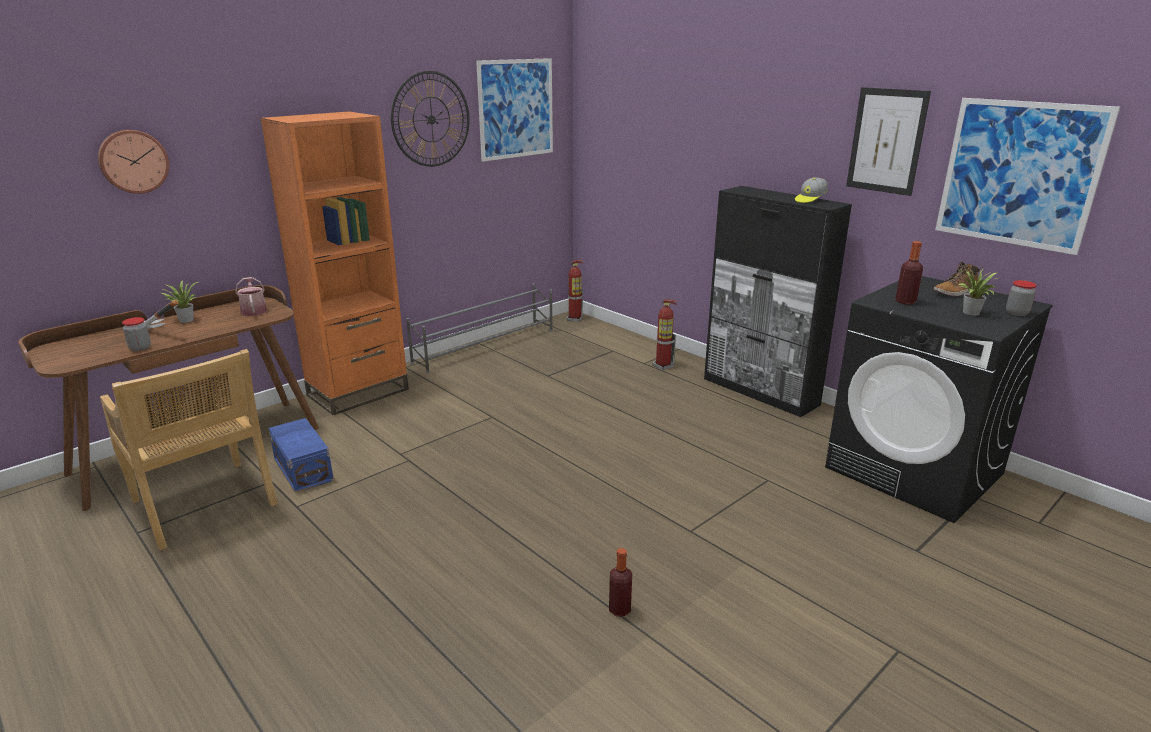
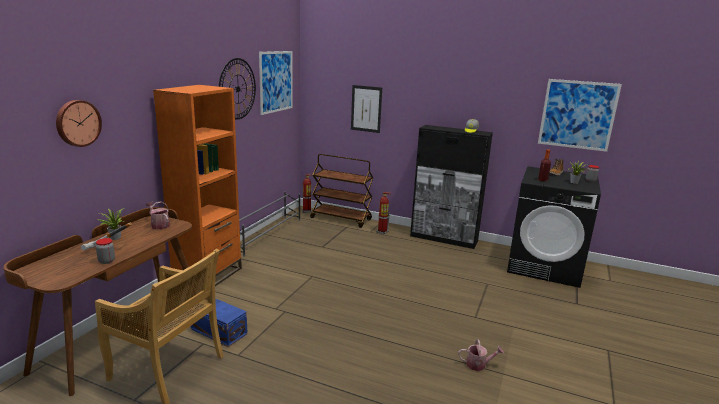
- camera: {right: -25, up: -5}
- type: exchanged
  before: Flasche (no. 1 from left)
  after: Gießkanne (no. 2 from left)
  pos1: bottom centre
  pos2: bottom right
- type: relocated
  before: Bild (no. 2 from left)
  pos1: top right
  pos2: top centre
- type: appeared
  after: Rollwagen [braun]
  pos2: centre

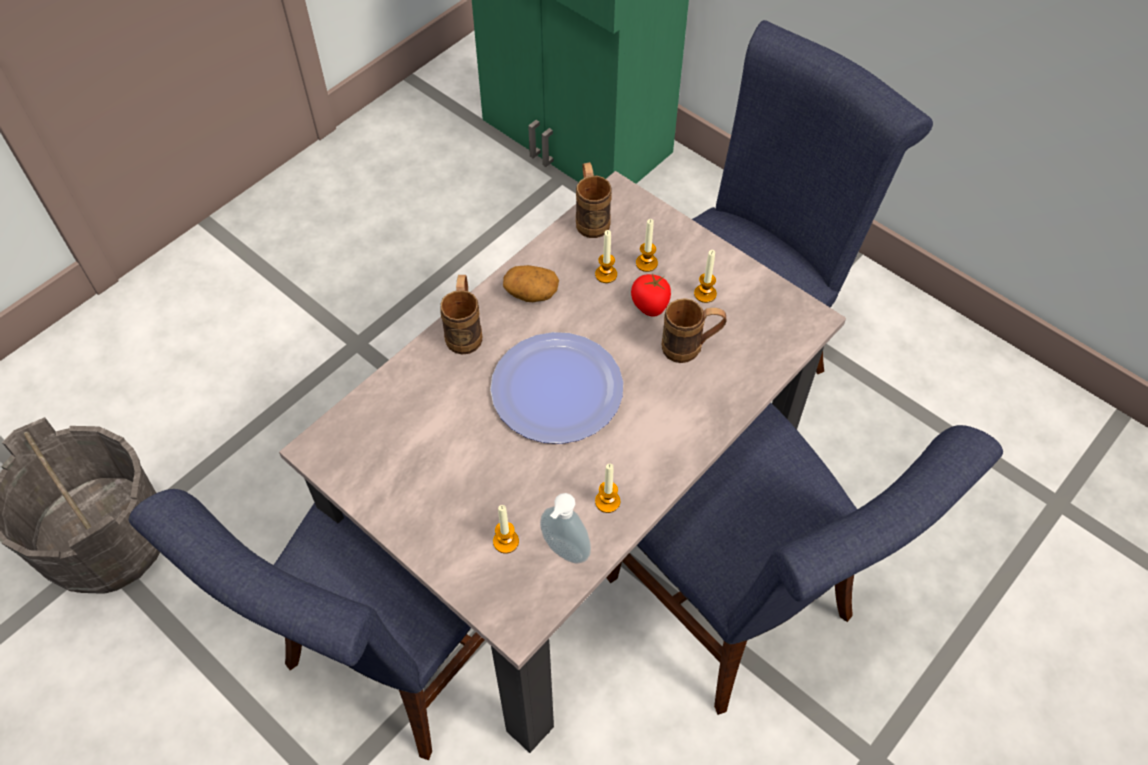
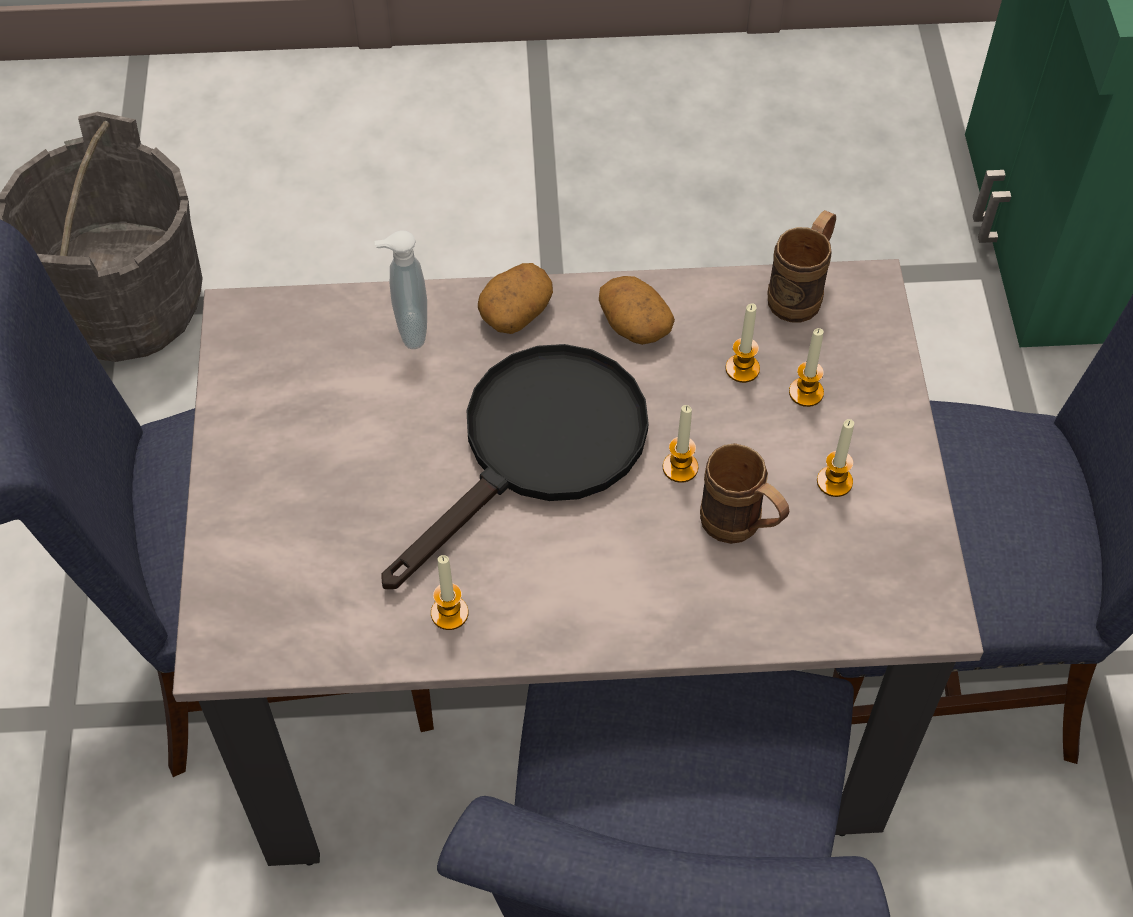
- camera: {right: 45, up: 0}
- type: exchanged
  before: Henkelbecher [braun] (no. 1 from left)
  after: Kartoffel (no. 1 from left)
  pos1: centre
  pos2: top centre
- type: exchanged
  before: Teller
  after: Pfanne [schwarz]
  pos1: centre
  pos2: centre
- type: relocated
  before: Kerze (no. 1 from left in the first image)
  after: Kerze (no. 2 from left)
  pos1: bottom centre
  pos2: centre
- type: relocated
  before: Seifenspender
  pos1: bottom centre
  pos2: top centre
- type: missing
  before: Tomate
  pos1: centre

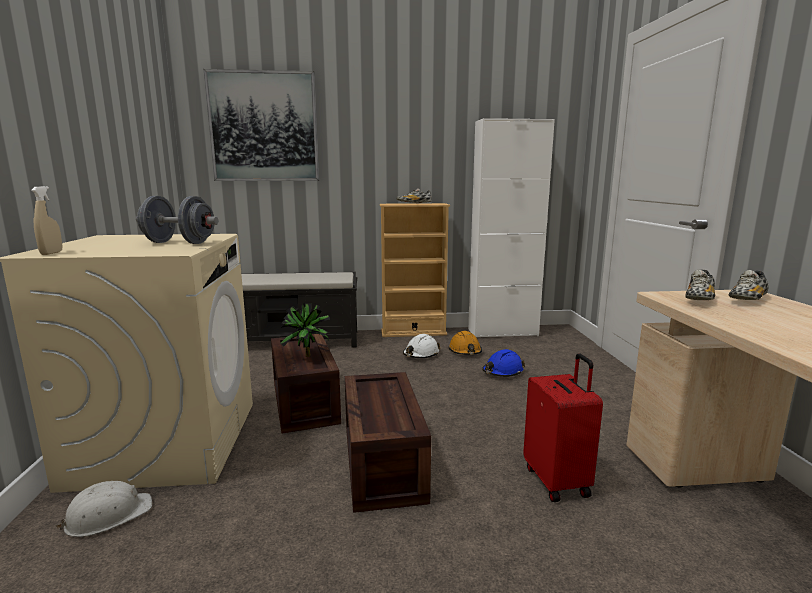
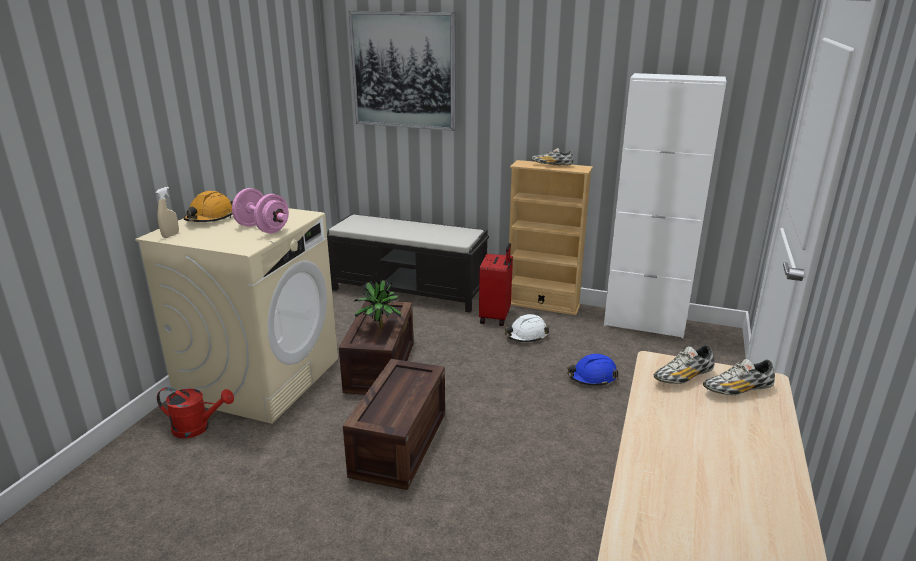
- camera: {right: 25, up: 10}
- type: exchanged
  before: Schutzhelm [weiß] (no. 1 from left)
  after: Gießkanne [rot]
  pos1: bottom left
  pos2: bottom left
- type: colour
  before: Hantel [grau]
  after: Hantel [rosa]
  pos1: middle left
  pos2: middle left
- type: relocated
  before: Schutzhelm [orange]
  pos1: centre
  pos2: middle left
- type: relocated
  before: Koffer [rot]
  pos1: bottom right
  pos2: centre

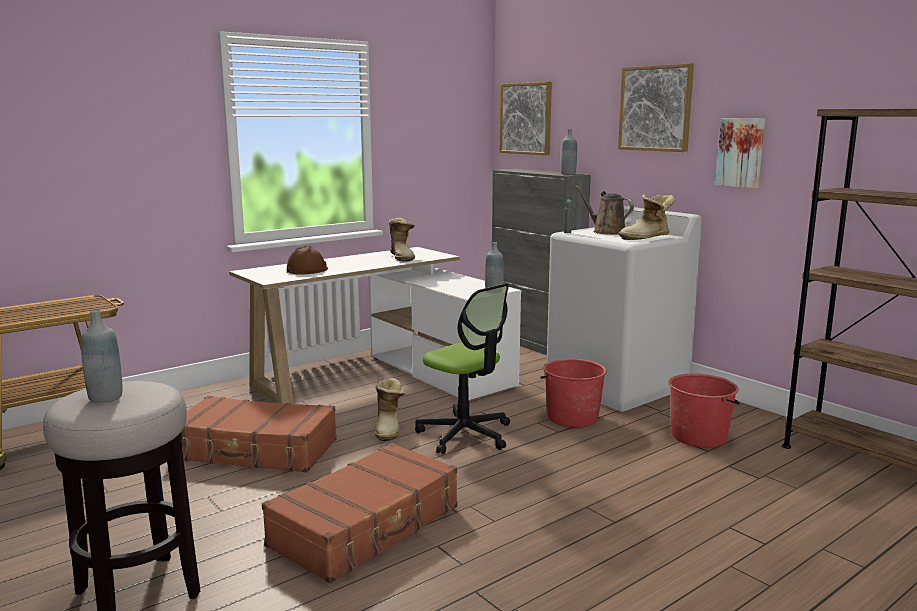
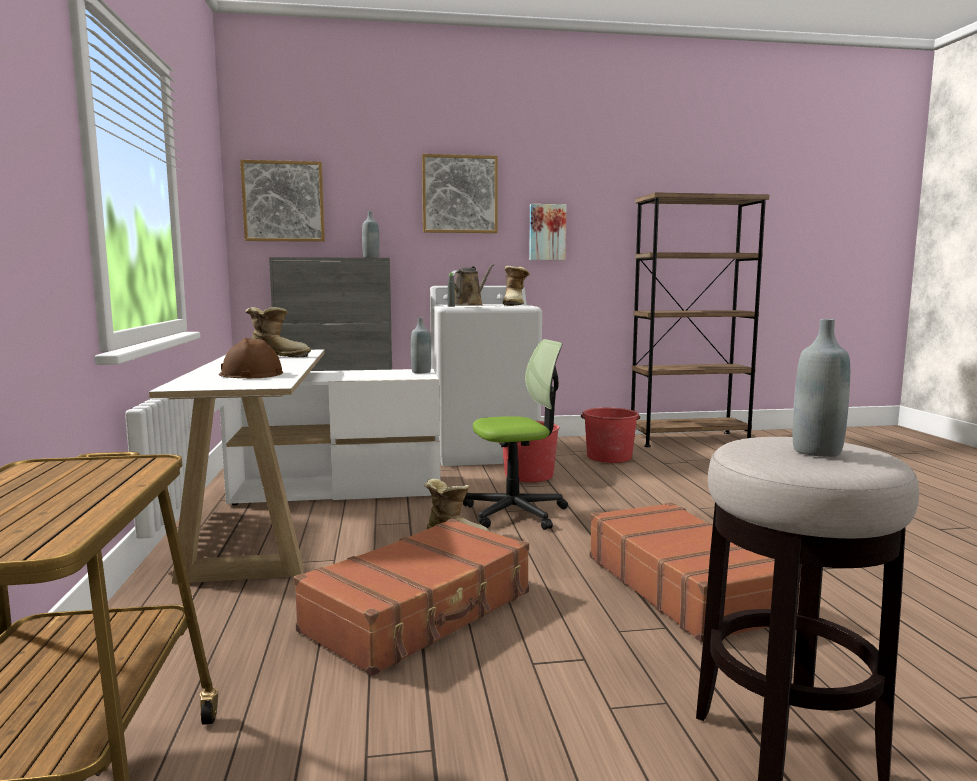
- camera: {right: -60, up: -5}
- type: spun
  before: Gießkanne [braun]
  pos1: centre
  pos2: centre
  turn: 135

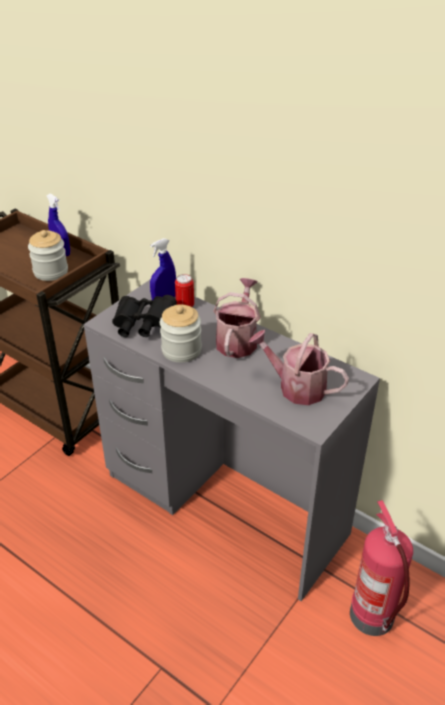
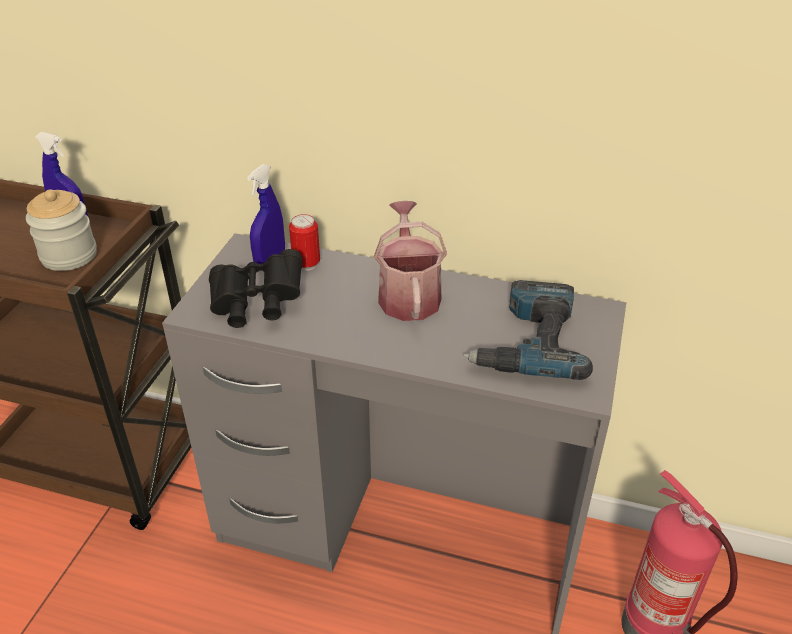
- camera: {right: -20, up: 0}
- type: missing
  before: Vorratsglas (no. 2 from left)
  pos1: centre
- type: exchanged
  before: Gießkanne (no. 2 from left)
  after: Bohrmaschine
  pos1: middle right
  pos2: middle right

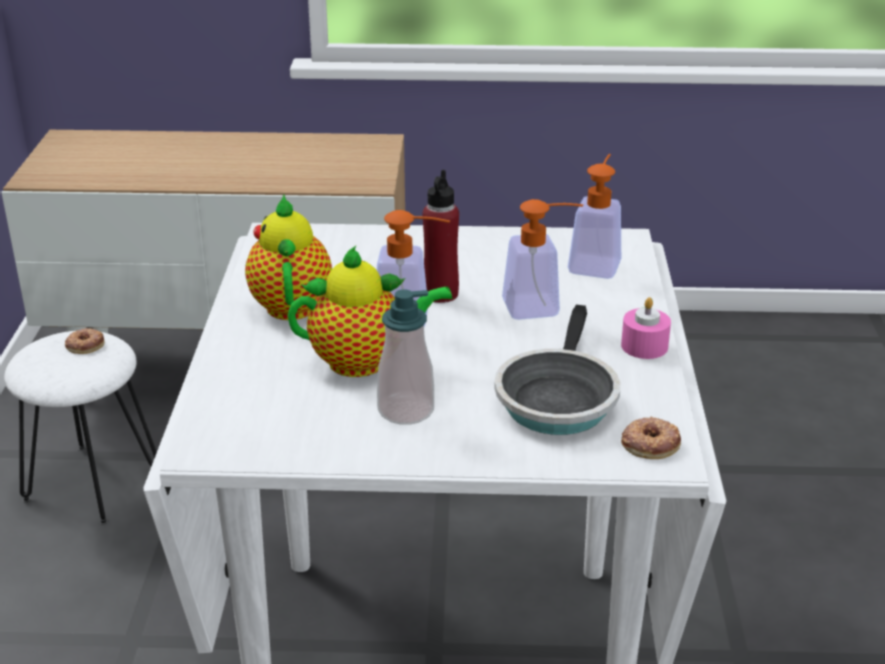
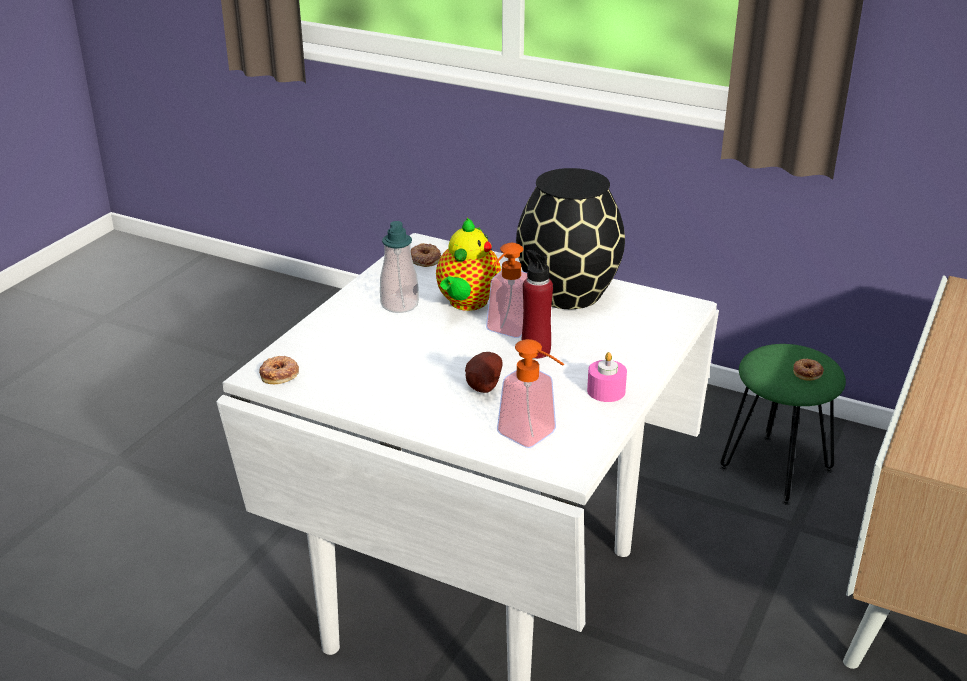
- camera: {right: 115, up: 0}
- type: colour
  before: Hocker [weiß]
  after: Hocker [grün]
  pos1: middle left
  pos2: middle right
- type: exchanged
  before: Teekanne (no. 1 from left)
  after: Vase [schwarz]
  pos1: middle left
  pos2: centre
- type: missing
  before: Pfanne
  pos1: centre
- type: exchanged
  before: Seifenspender (no. 3 from left)
  after: Kartoffel
  pos1: centre
  pos2: centre
- type: relocated
  before: Kerze [rosa]
  pos1: middle right
  pos2: centre
- type: appeared
  after: Donut (no. 2 from left)
  pos2: centre

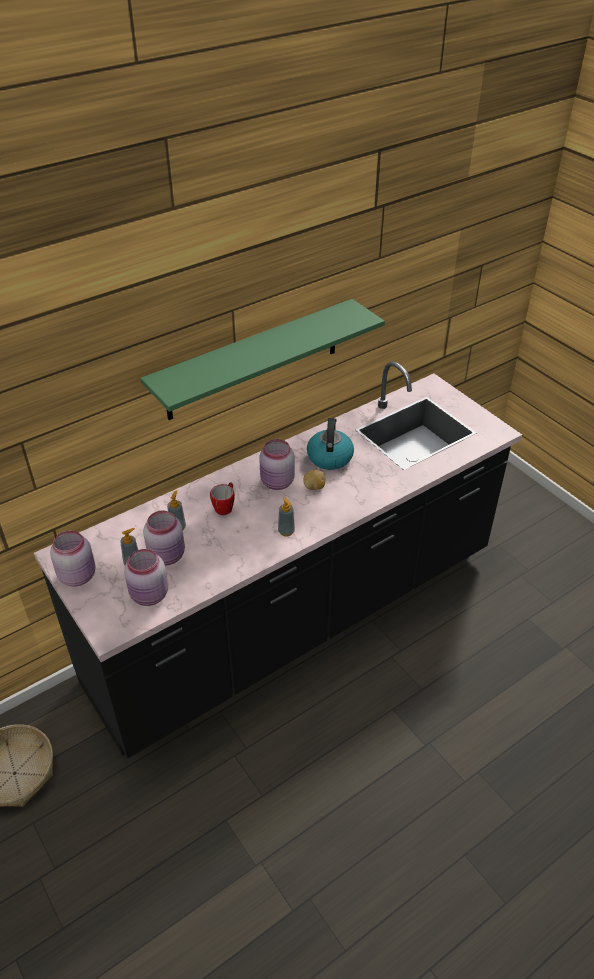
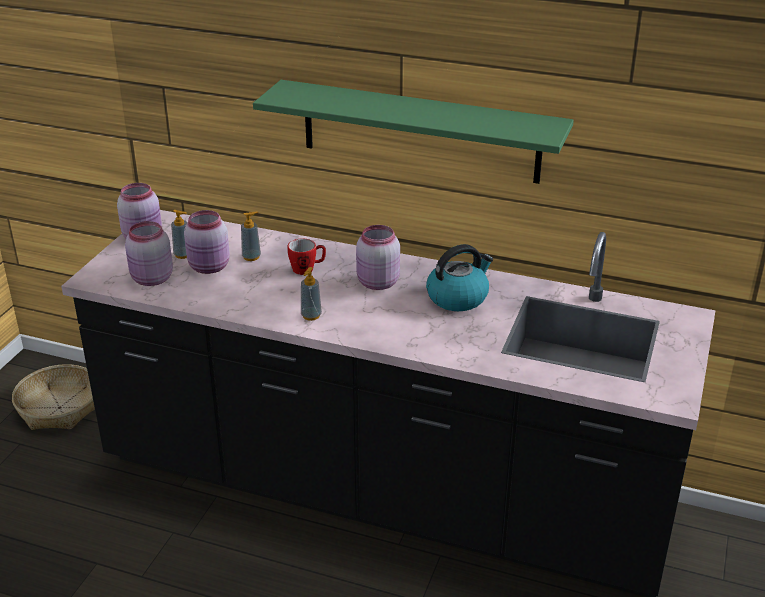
- camera: {right: 55, up: -10}
- type: missing
  before: Kartoffel
  pos1: centre

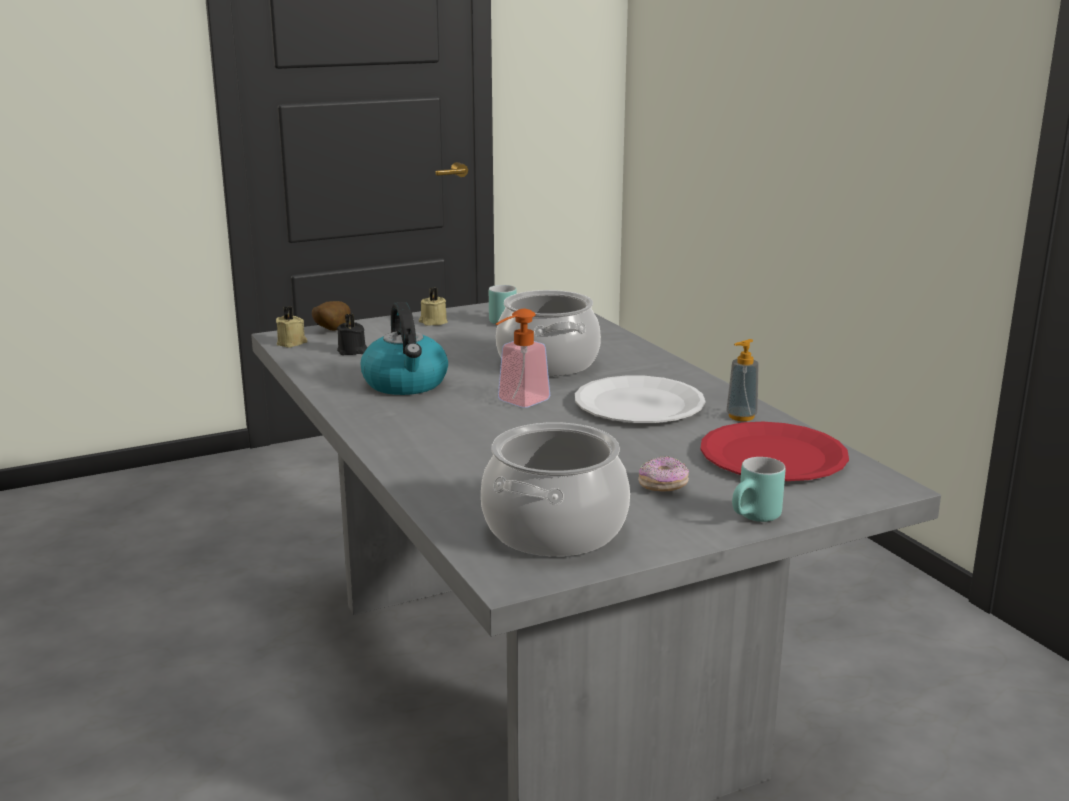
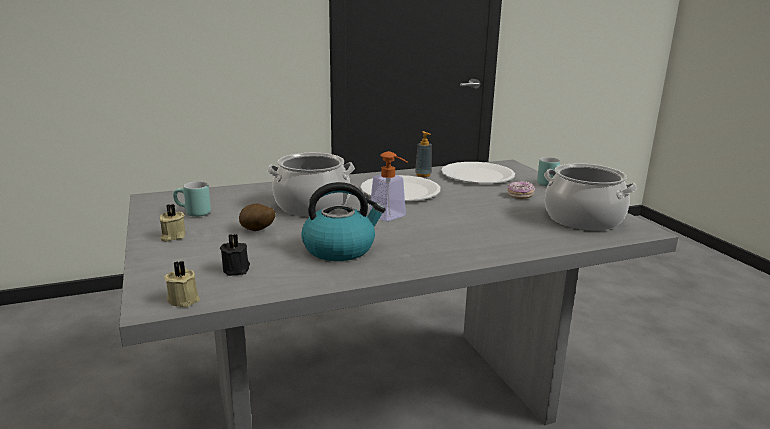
- camera: {right: -85, up: 0}
- type: relocated
  before: Kartoffel
  pos1: middle left
  pos2: centre
- type: colour
  before: Teller [rot]
  after: Teller [weiß] (no. 2 from left)
  pos1: middle right
  pos2: centre

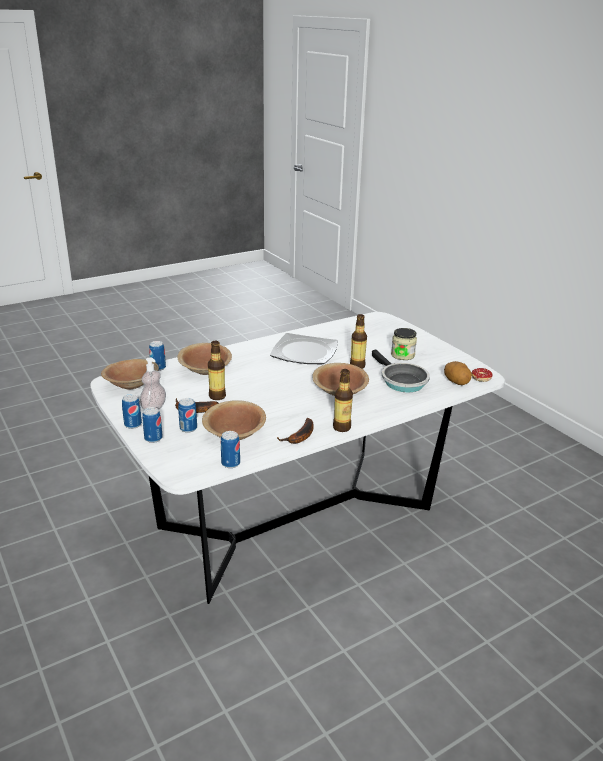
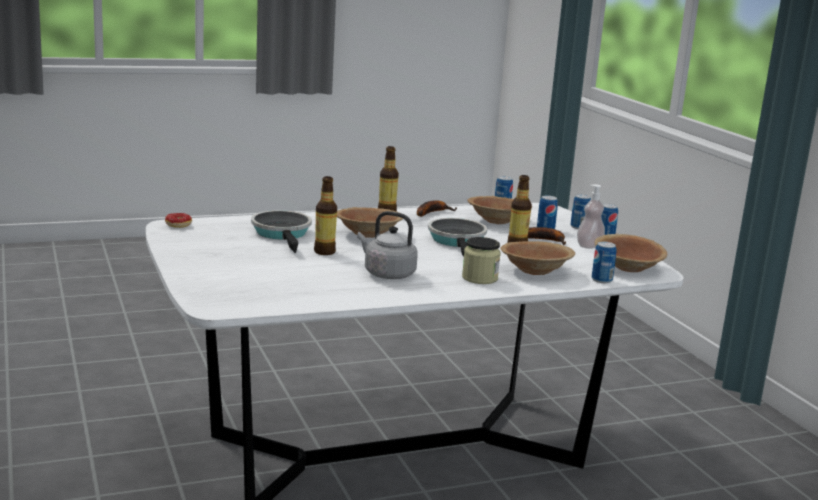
- camera: {right: -170, up: -10}
- type: exchanged
  before: Teller
  after: Wasserkessel [grau]
  pos1: centre
  pos2: centre
- type: relocated
  before: Vorratsglas
  pos1: middle right
  pos2: centre
- type: missing
  before: Kartoffel
  pos1: middle right
- type: appeared
  after: Pfanne (no. 2 from left)
  pos2: centre

